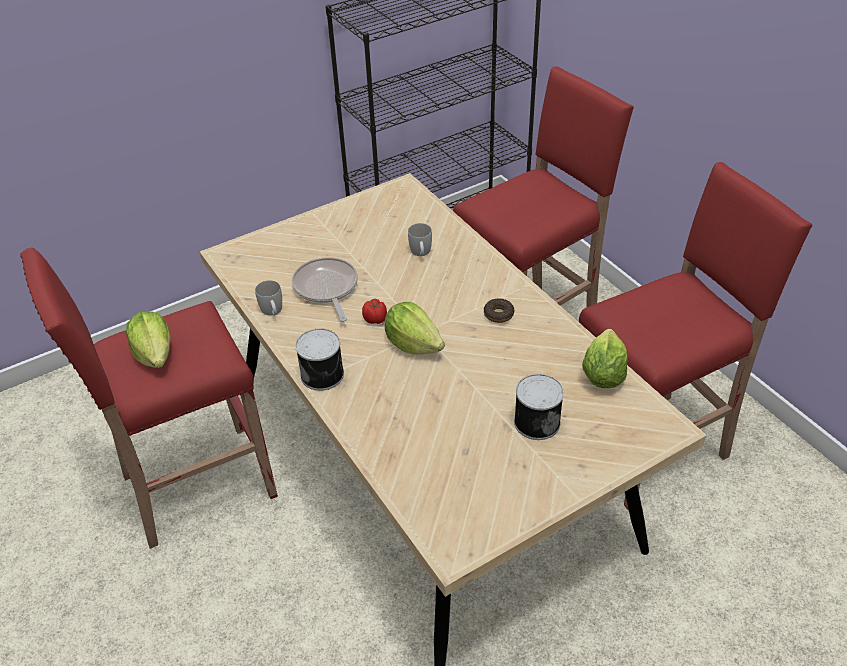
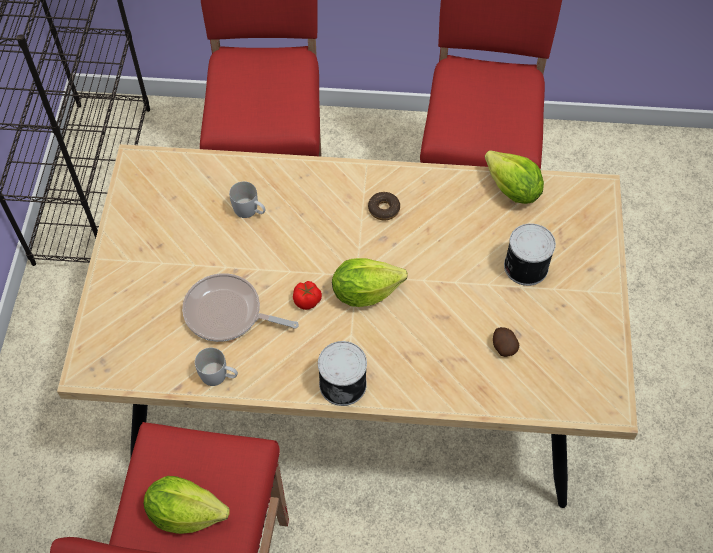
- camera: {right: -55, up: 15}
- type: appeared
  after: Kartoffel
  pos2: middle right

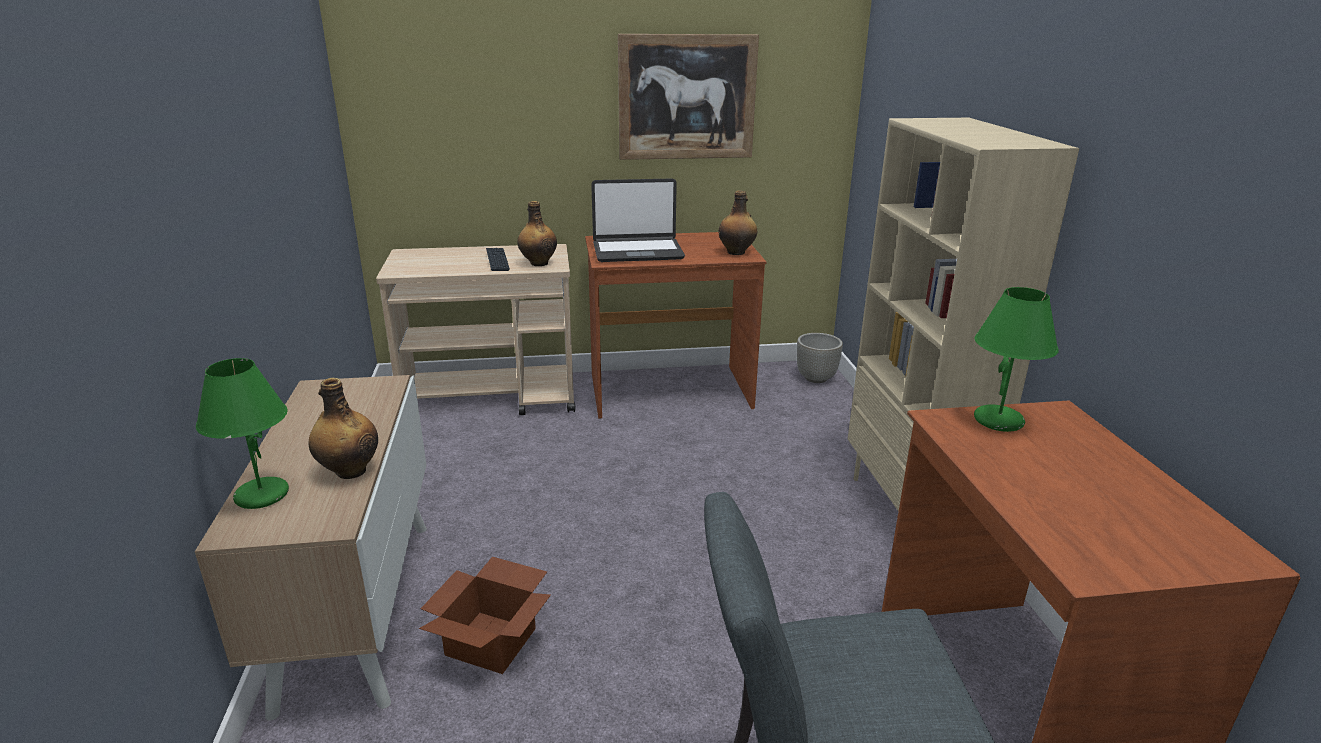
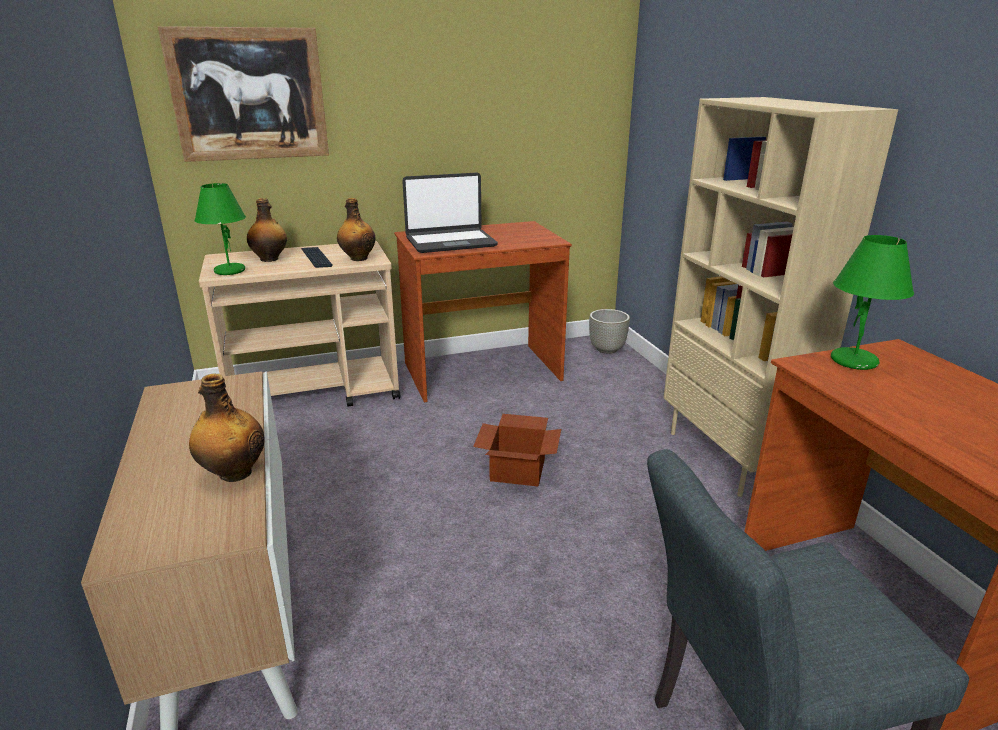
- camera: {right: -10, up: 0}
- type: relocated
  before: Tischlampe [grün] (no. 1 from left)
  pos1: middle left
  pos2: top left
- type: relocated
  before: Karton
  pos1: bottom centre
  pos2: centre
- type: relocated
  before: Bild
  pos1: top centre
  pos2: top left
- type: relocated
  before: Flasche (no. 3 from left in the first image)
  after: Flasche (no. 2 from left)
  pos1: top centre
  pos2: top left

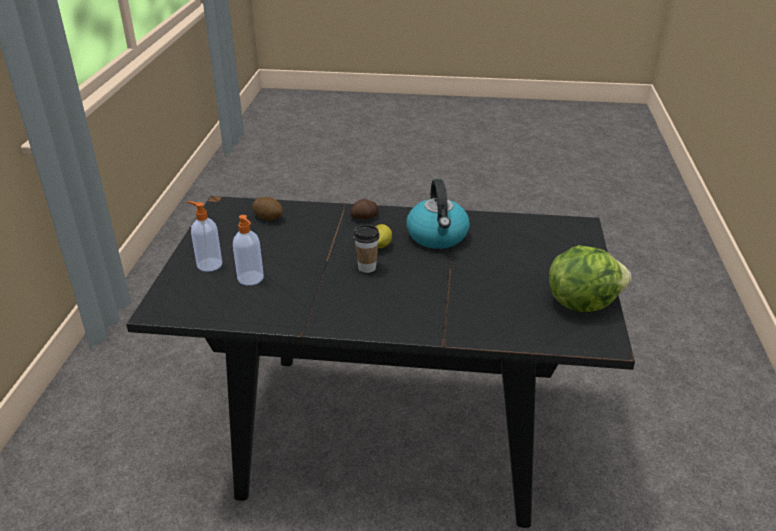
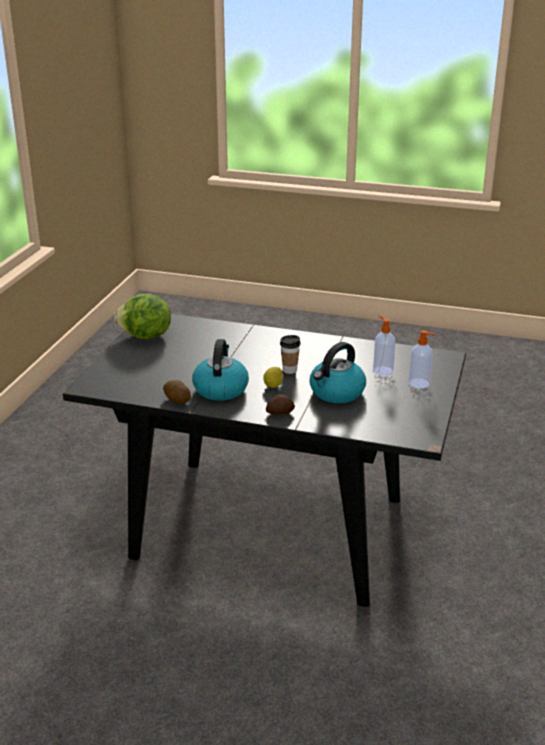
- camera: {right: -170, up: -5}
- type: relocated
  before: Kartoffel (no. 1 from left)
  pos1: centre
  pos2: middle left
- type: appeared
  after: Wasserkessel (no. 2 from left)
  pos2: centre

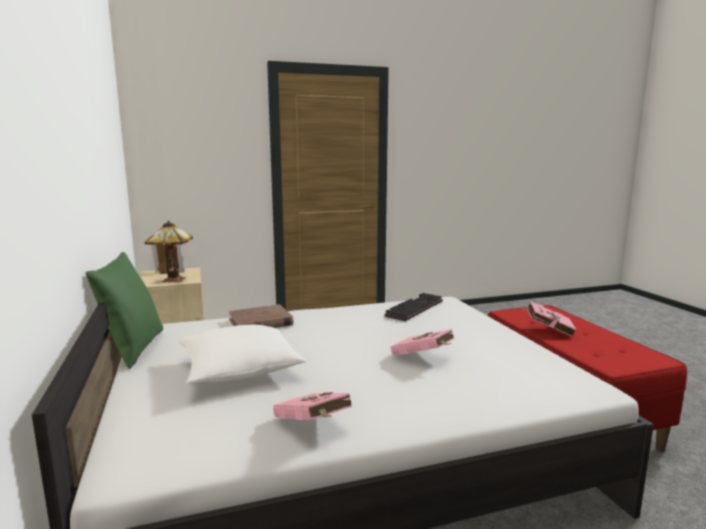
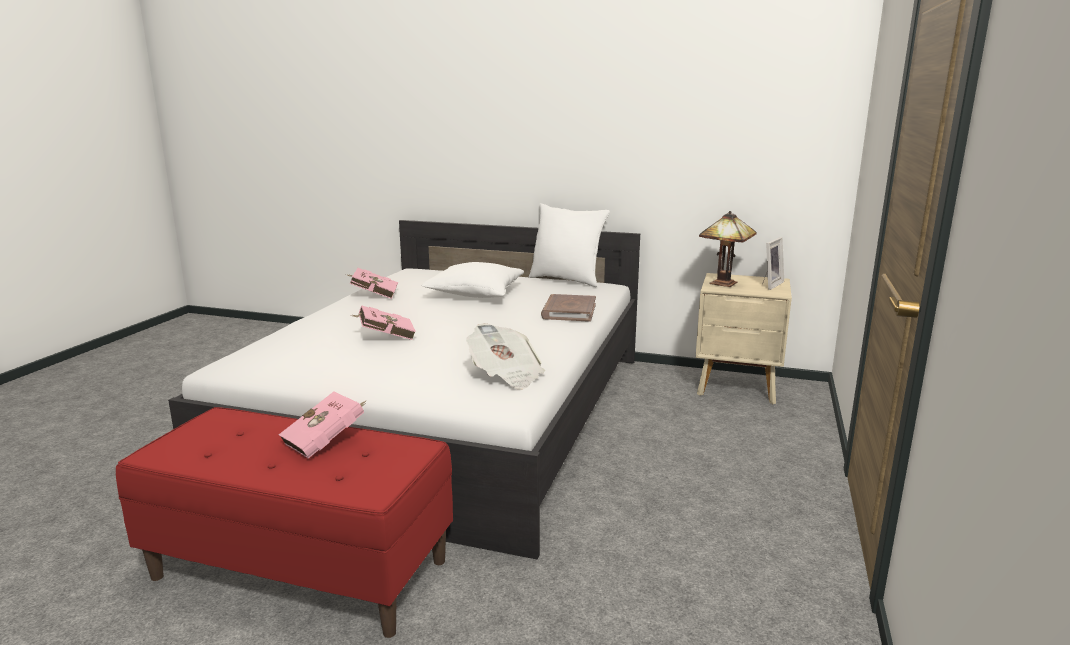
- camera: {right: 125, up: 5}
- type: colour
  before: Kissen [grün]
  after: Kissen [weiß] (no. 2 from left)
  pos1: middle left
  pos2: centre
- type: exchanged
  before: Tastatur
  after: Zeitung
  pos1: centre
  pos2: centre

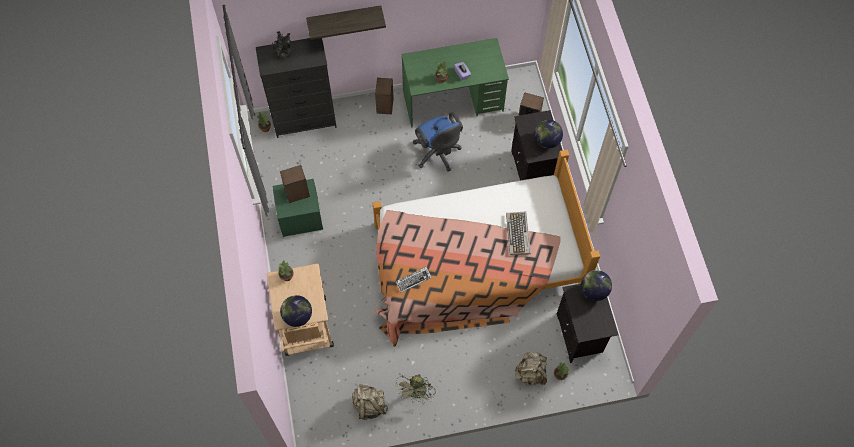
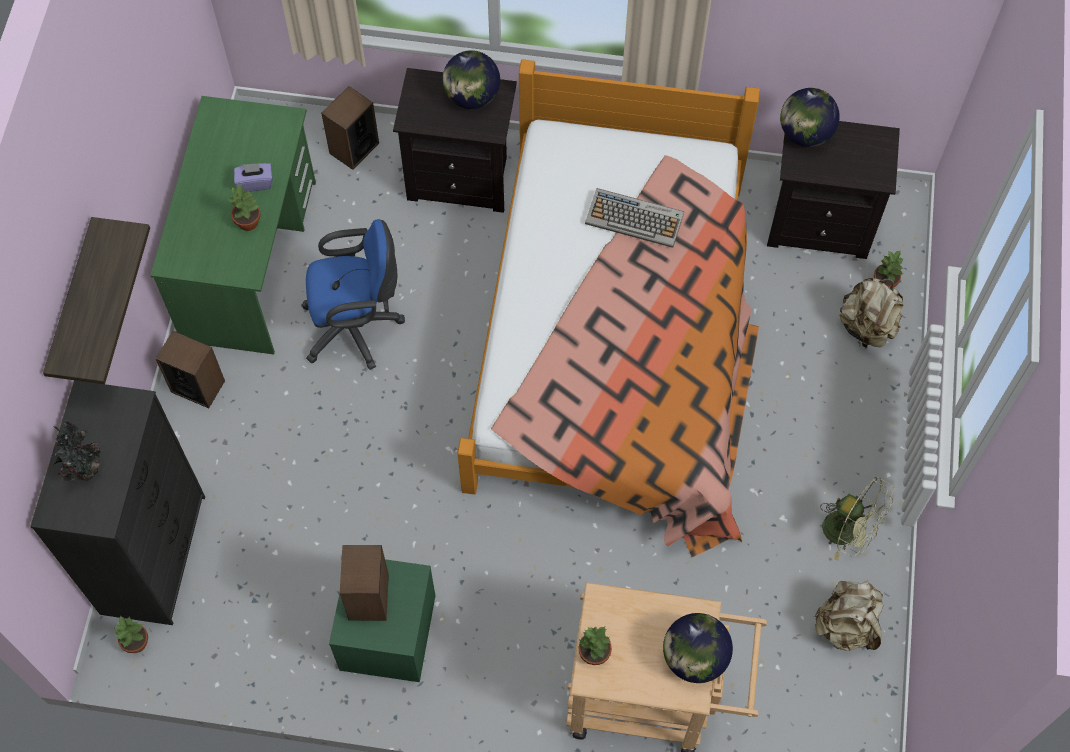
- camera: {right: -70, up: 0}
- type: missing
  before: Tastatur (no. 1 from left)
  pos1: centre

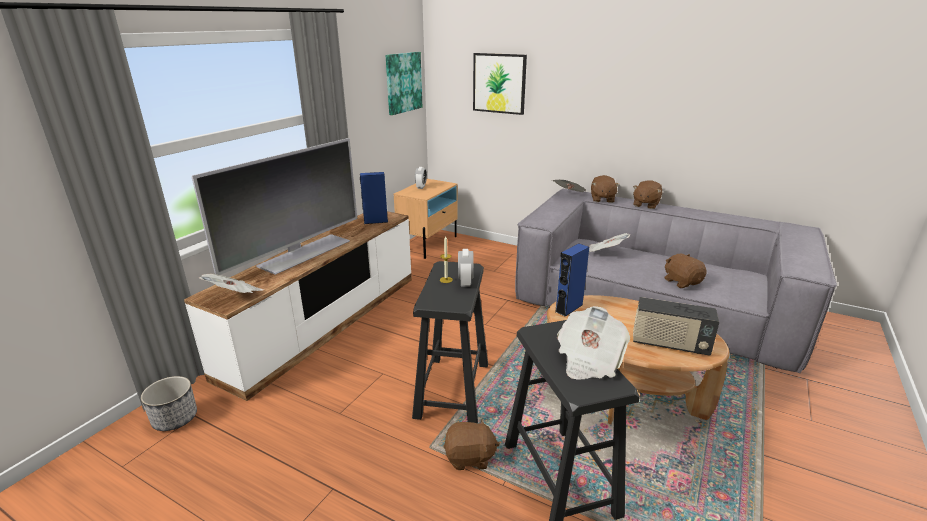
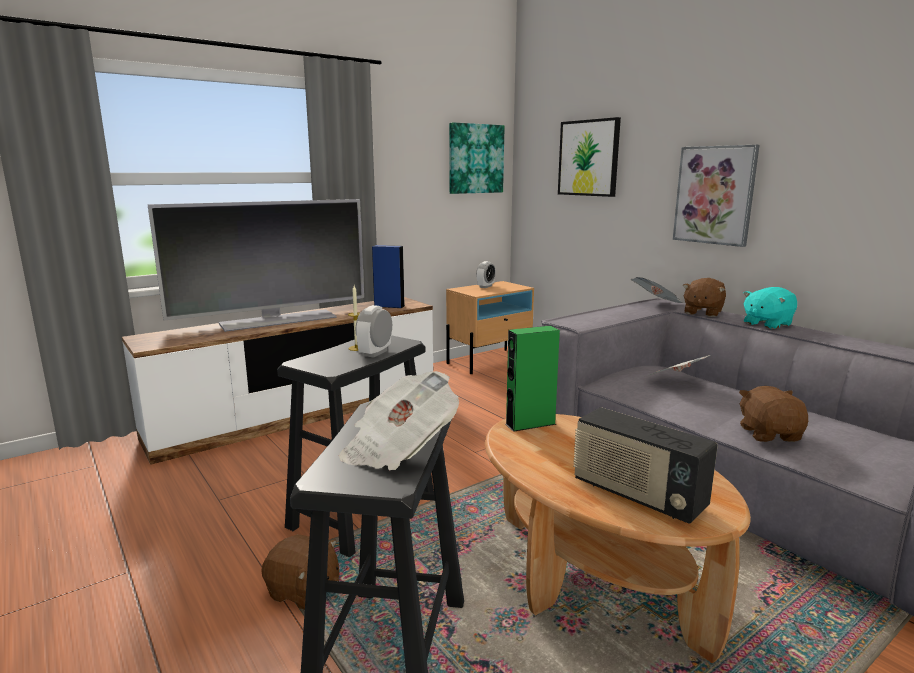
- camera: {right: 25, up: -10}
- type: missing
  before: Pflanzkübel
  pos1: bottom left
- type: missing
  before: Zeitung (no. 1 from left)
  pos1: middle left
- type: colour
  before: Lautsprecher [blau] (no. 2 from left)
  after: Lautsprecher [grün]
  pos1: centre
  pos2: centre
- type: colour
  before: Plüschtier [braun] (no. 3 from left)
  after: Plüschtier [türkis]
  pos1: middle right
  pos2: middle right
- type: appeared
  after: Bild (no. 3 from left)
  pos2: top right

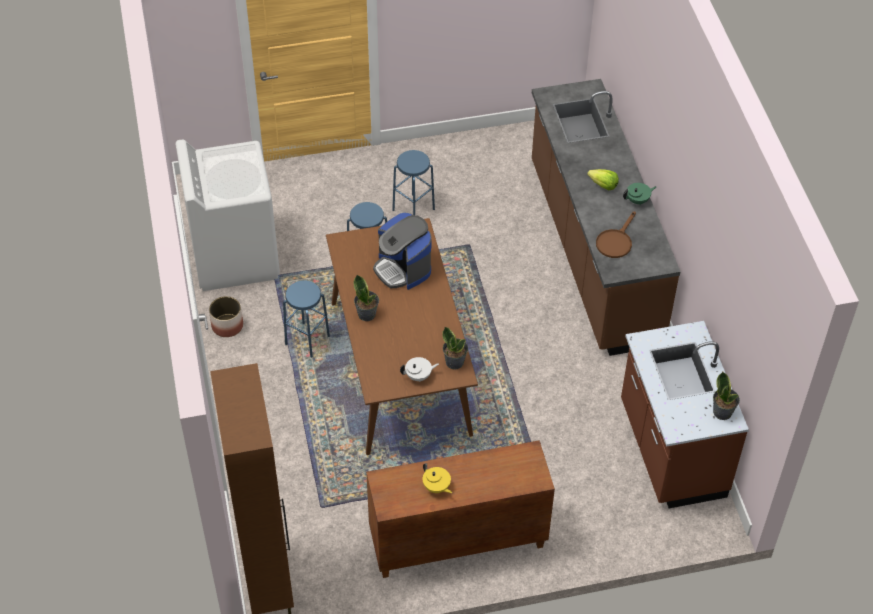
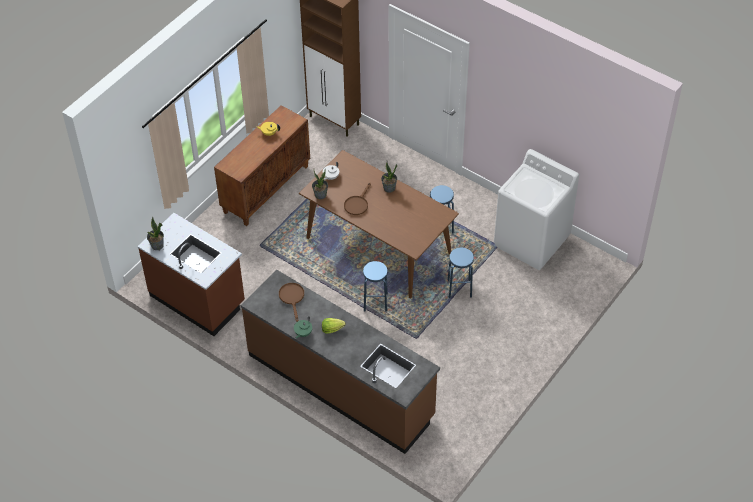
- camera: {right: 140, up: 0}
- type: missing
  before: Pflanzkübel
  pos1: middle left
- type: missing
  before: Kaffeemaschine
  pos1: centre
- type: relocated
  before: Hocker [blau] (no. 3 from left in the first image)
  after: Hocker [blau] (no. 1 from left)
  pos1: top centre
  pos2: centre
- type: appeared
  after: Pfanne [braun] (no. 2 from left)
  pos2: centre

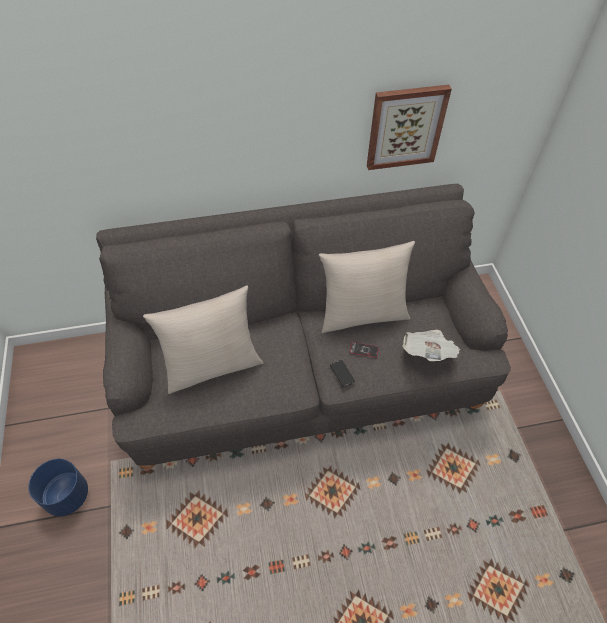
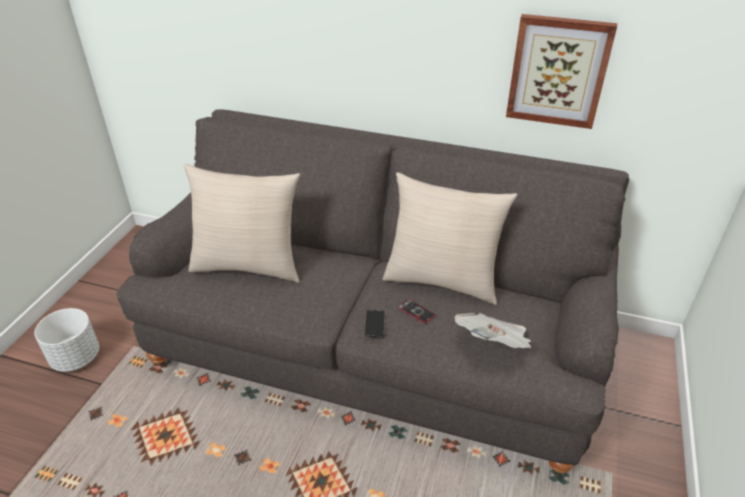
- camera: {right: 30, up: -15}
- type: colour
  before: Pflanzkübel [blau]
  after: Pflanzkübel [weiß]
  pos1: bottom left
  pos2: bottom left

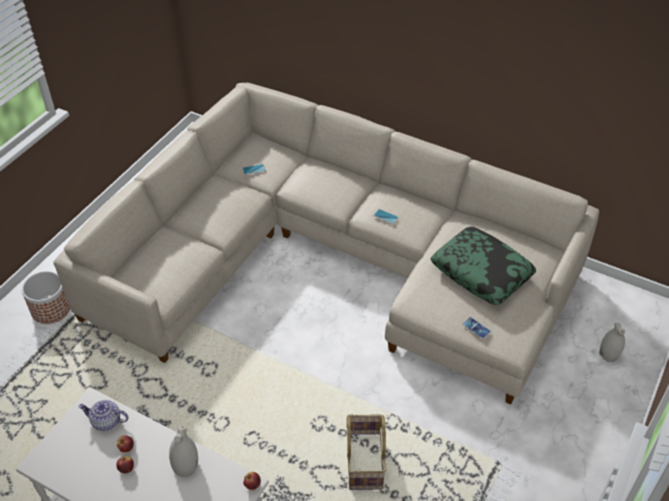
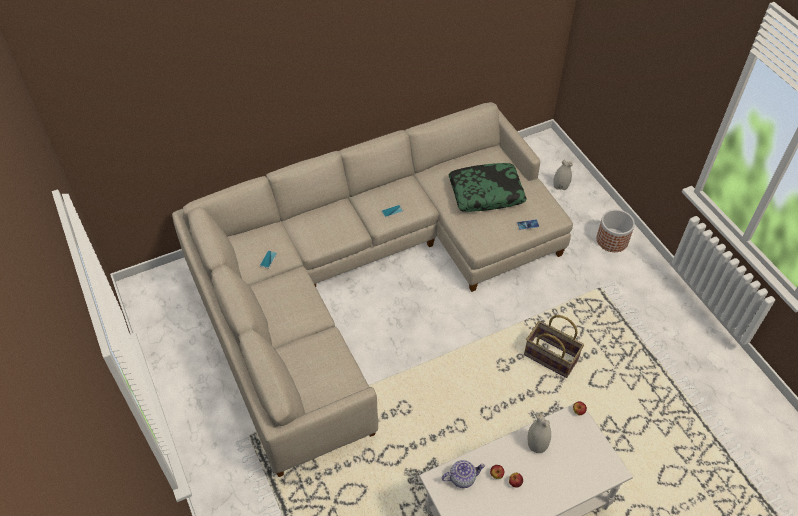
- camera: {right: -55, up: 5}
- type: relocated
  before: Pflanzkübel
  pos1: middle left
  pos2: middle right
- type: spun
  before: Teekanne
  pos1: bottom left
  pos2: bottom centre
  turn: -150

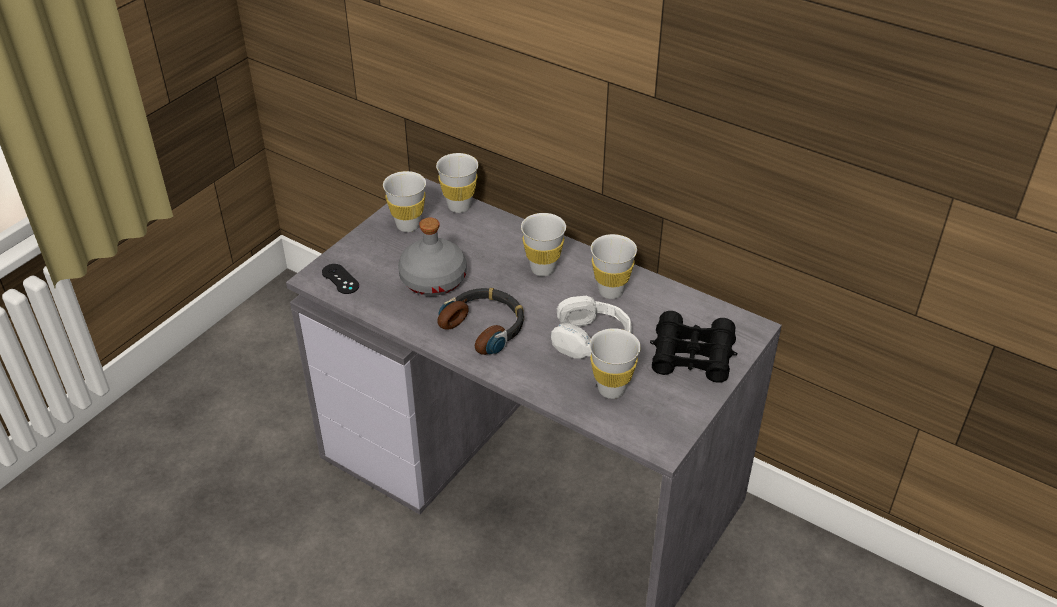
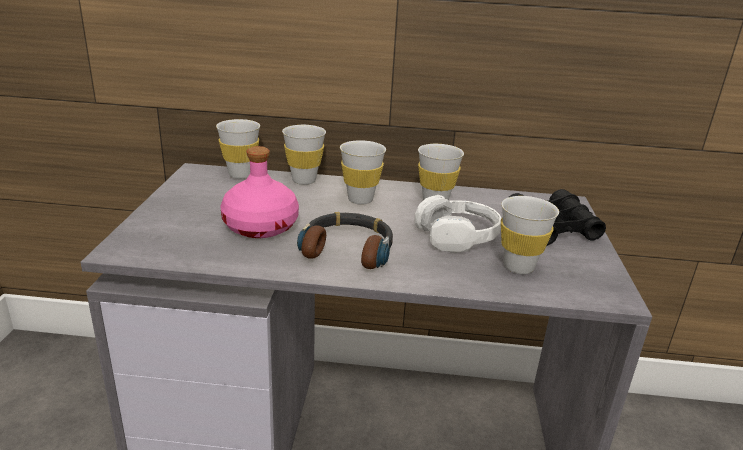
- camera: {right: -30, up: -15}
- type: missing
  before: Gamepad [schwarz]
  pos1: middle left
- type: relocated
  before: Tasse [weiß] (no. 1 from left in the first image)
  after: Tasse [weiß] (no. 2 from left)
  pos1: top centre
  pos2: centre
- type: colour
  before: Flasche [grau]
  after: Flasche [rosa]
  pos1: centre
  pos2: centre

